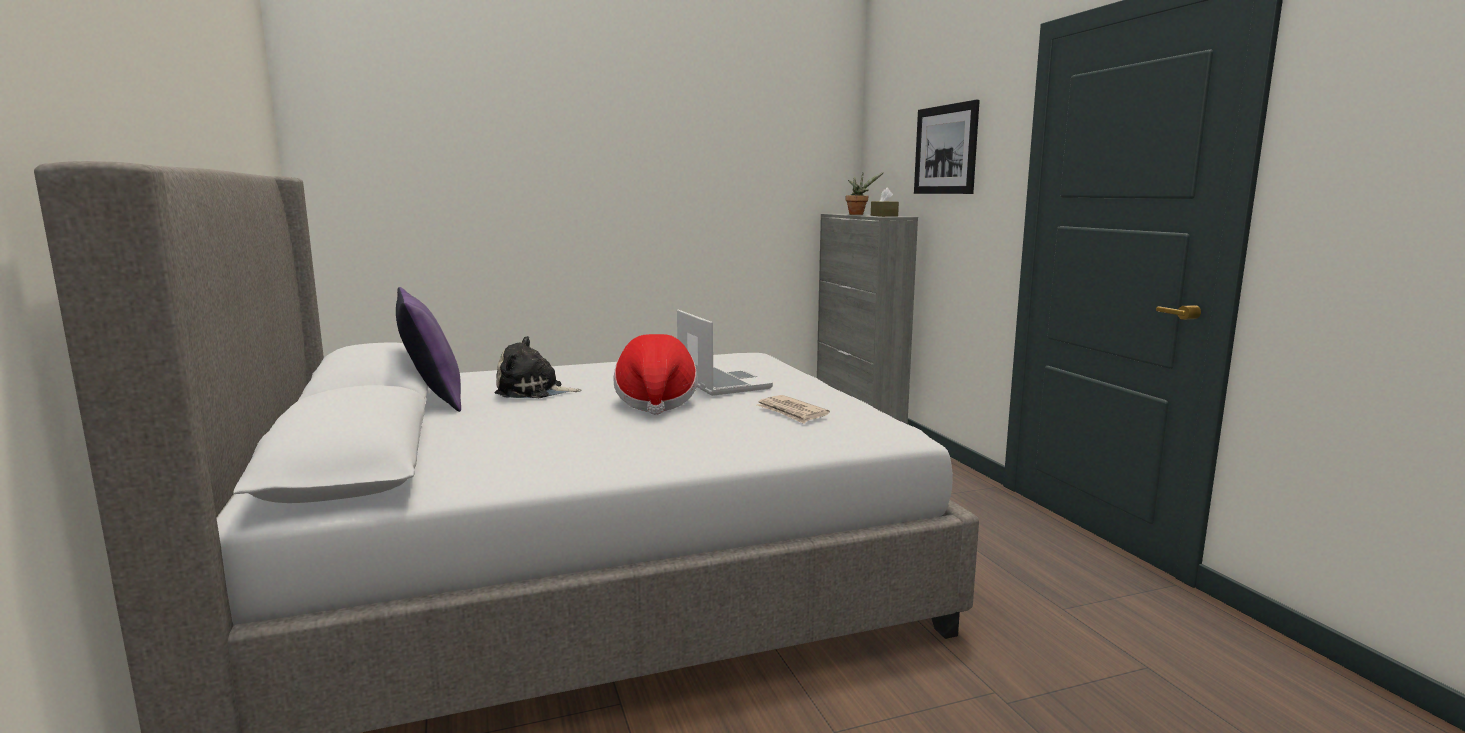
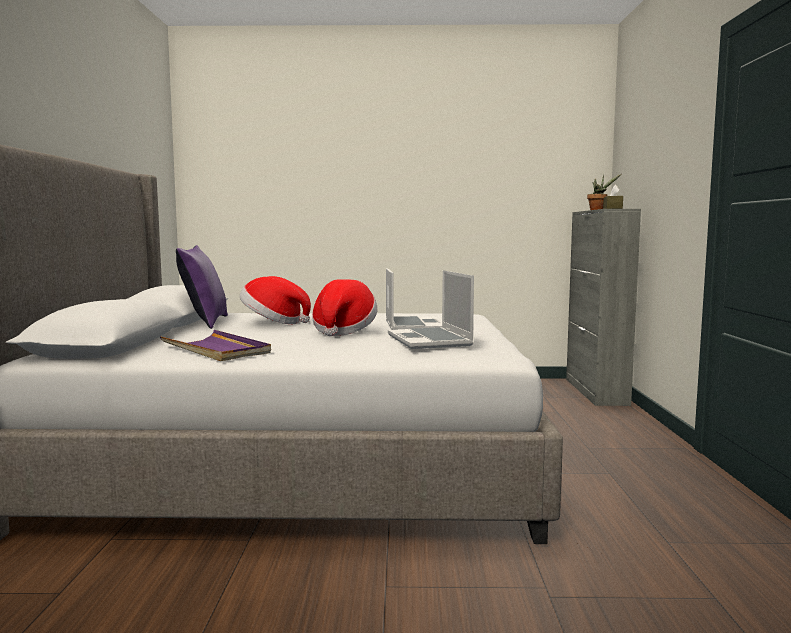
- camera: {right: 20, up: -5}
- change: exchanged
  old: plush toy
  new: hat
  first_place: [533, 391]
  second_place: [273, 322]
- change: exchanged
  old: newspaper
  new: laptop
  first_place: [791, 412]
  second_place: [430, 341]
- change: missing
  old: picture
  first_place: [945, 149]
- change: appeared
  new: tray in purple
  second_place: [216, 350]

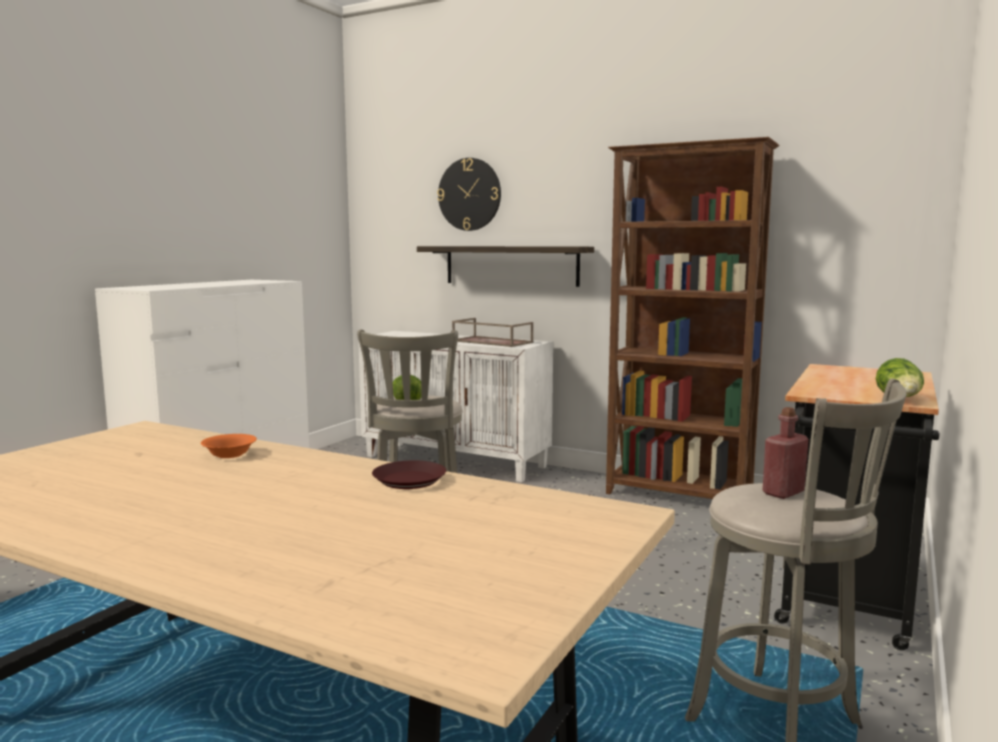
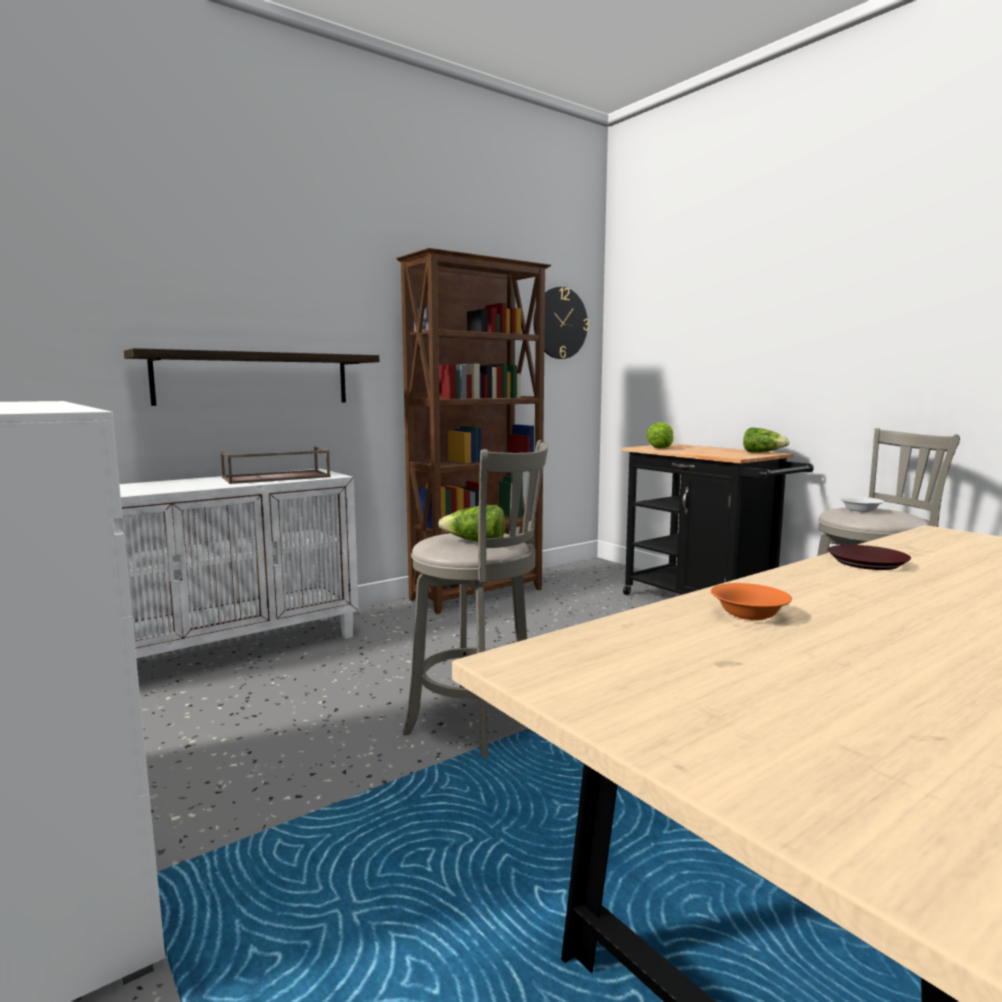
- camera: {right: -65, up: 0}
- change: relocated
  old: wall clock
  first_place: [469, 194]
  second_place: [560, 323]
- change: exchanged
  old: bottle in red
  new: bowl in white
  first_place: [783, 492]
  second_place: [860, 510]
- change: appeared
  new: lettuce
  second_place: [660, 448]

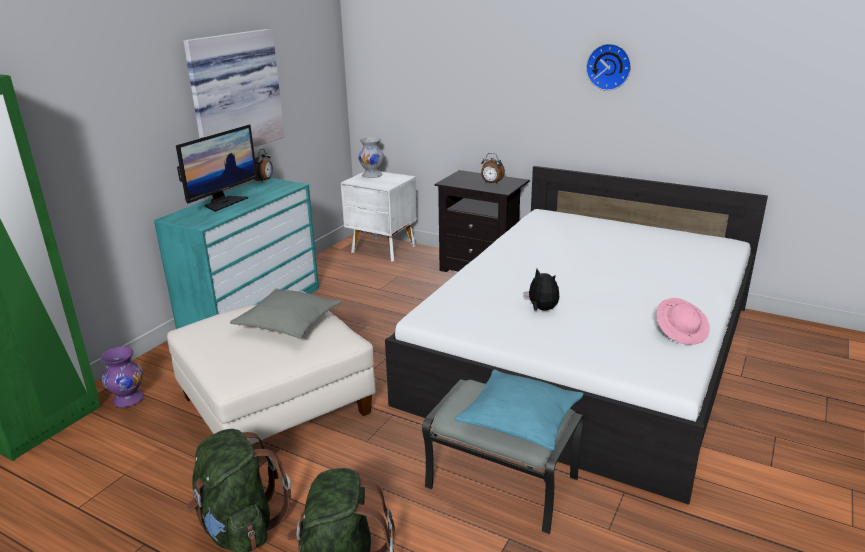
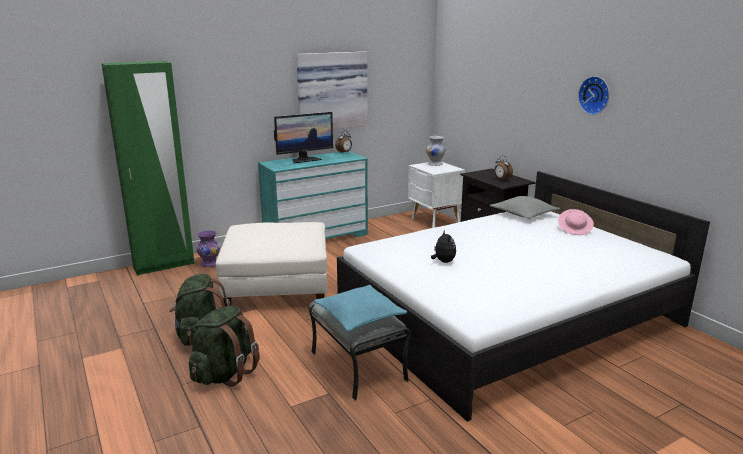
- camera: {right: 30, up: -5}
- change: relocated
  old: pillow in grey
  first_place: [288, 323]
  second_place: [524, 214]
- change: relocated
  old: hat in pink
  first_place: [681, 332]
  second_place: [575, 230]

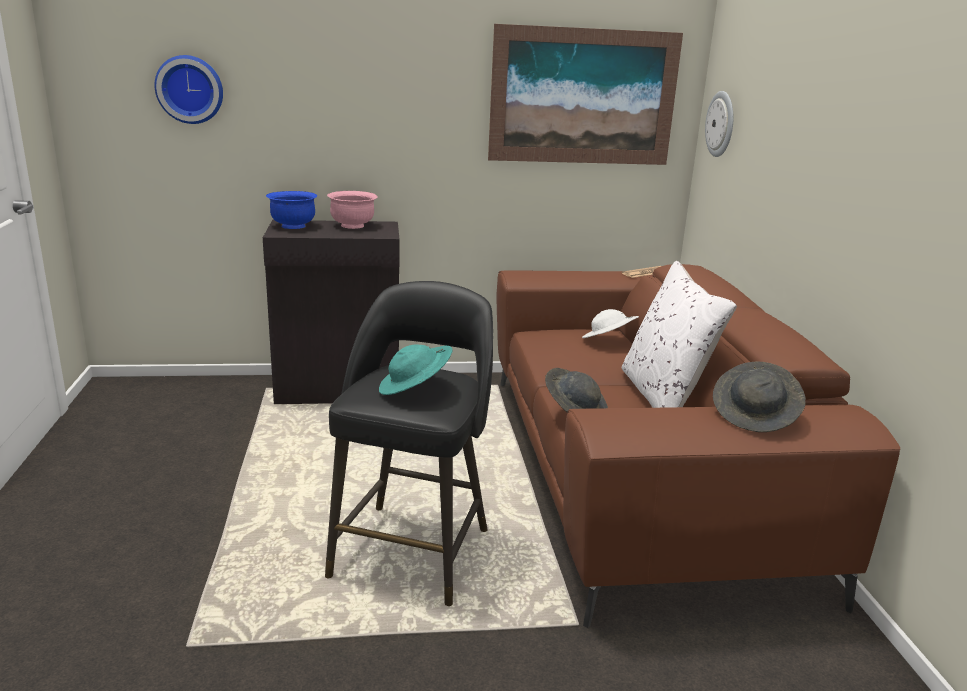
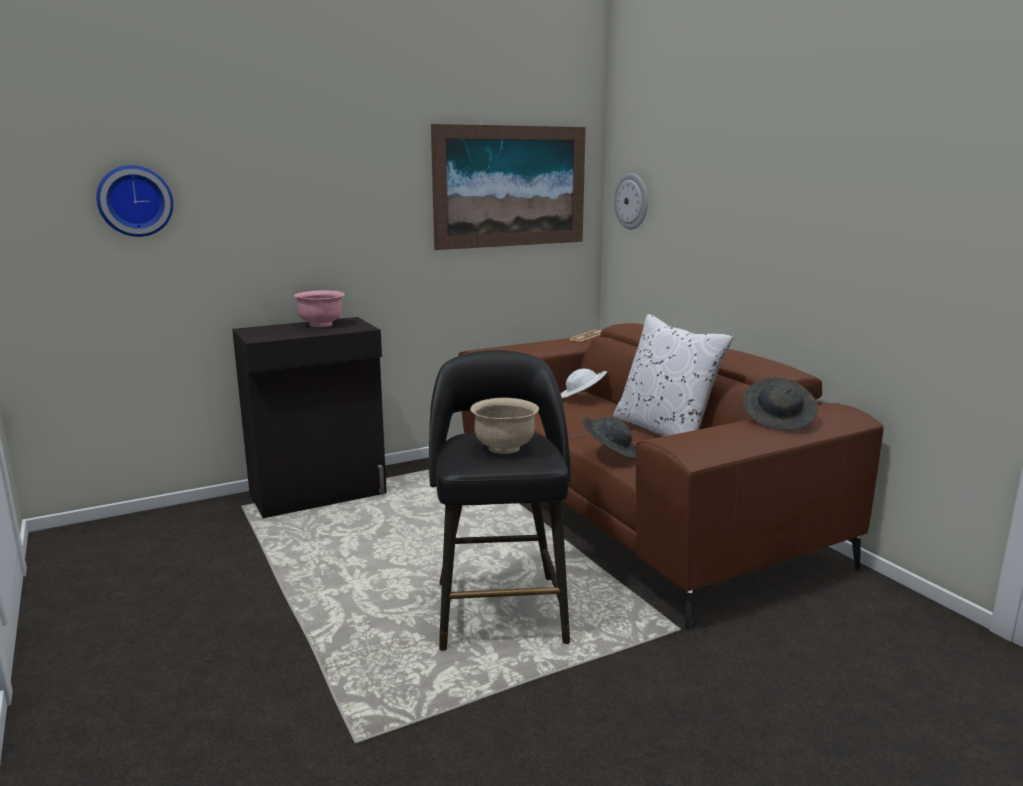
- camera: {right: -20, up: -5}
- change: missing
  old: bowl in blue
  first_place: [293, 226]
- change: exchanged
  old: hat in turquoise
  new: bowl in beige
  first_place: [415, 389]
  second_place: [504, 448]

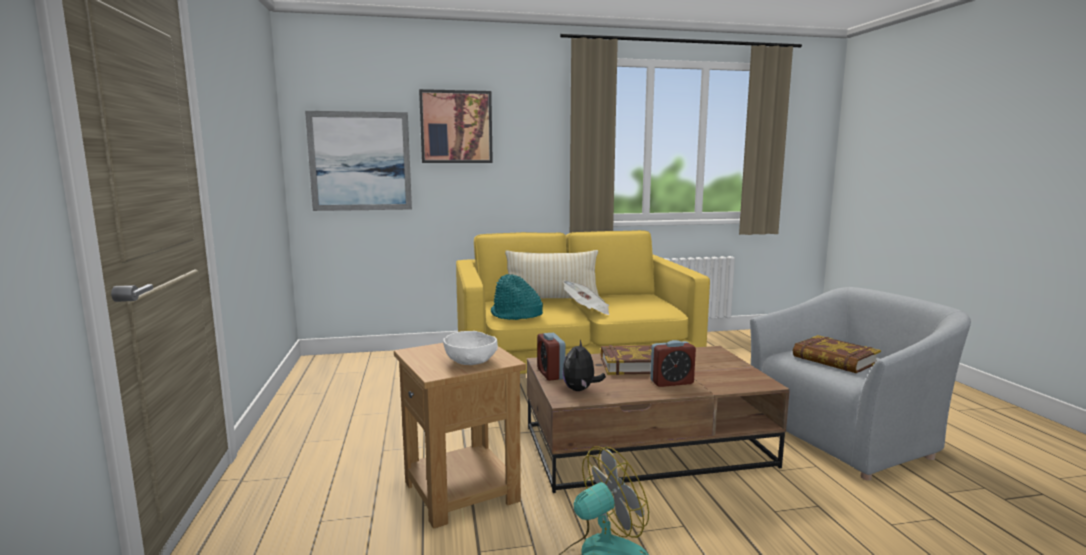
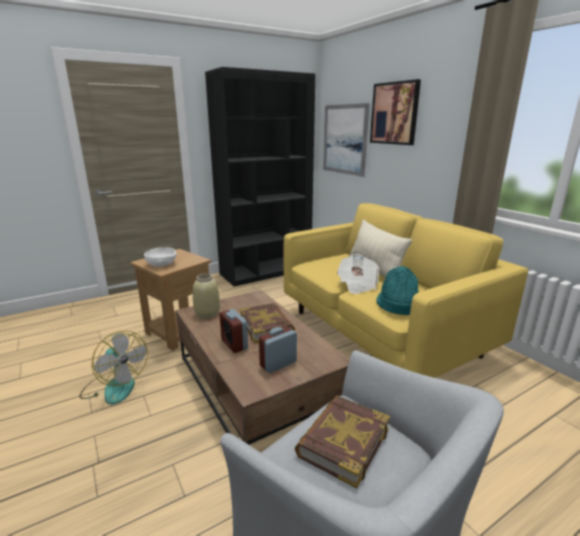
- camera: {right: 70, up: 10}
- change: relocated
  old: hat in turquoise
  first_place: [516, 315]
  second_place: [397, 305]
- change: relocated
  old: alarm clock
  first_place: [551, 374]
  second_place: [278, 364]
- change: exchanged
  old: plush toy
  new: vase in beige
  first_place: [580, 390]
  second_place: [207, 313]
- change: appeared
  new: bookcase in black
  second_place: [266, 272]

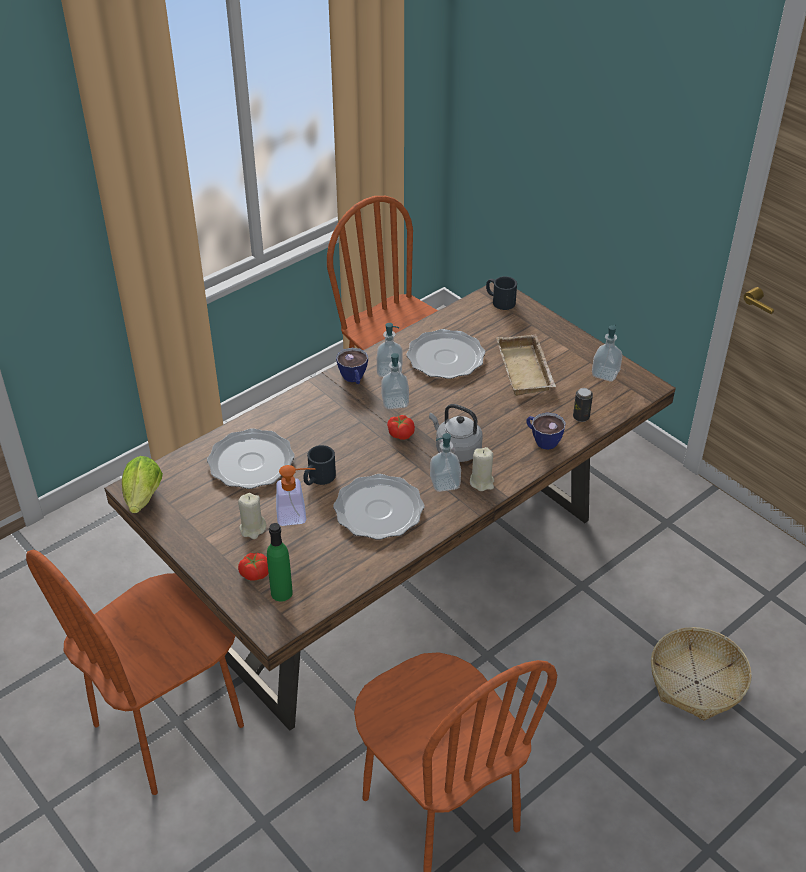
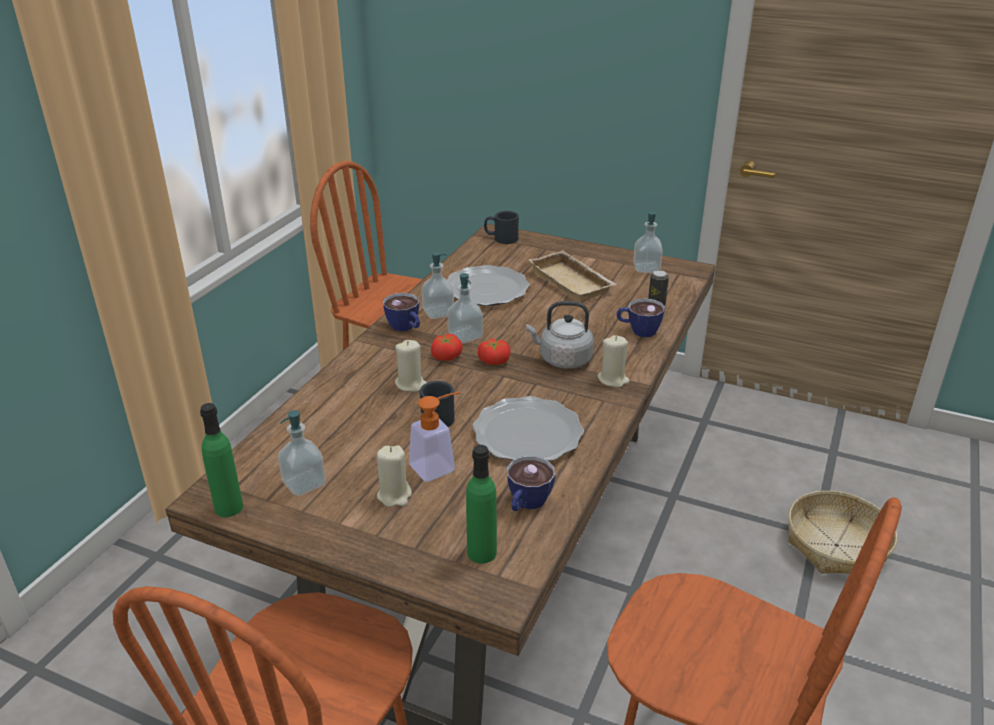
- camera: {right: -25, up: -10}
- change: exchanged
  old: lettuce
  new: bottle in green
  first_place: [142, 500]
  second_place: [229, 507]
- change: missing
  old: plate
  first_place: [251, 462]
- change: relocated
  old: tomato
  first_place: [255, 573]
  second_place: [446, 356]
- change: relocated
  old: soap dispenser
  first_place: [445, 483]
  second_place: [304, 484]
- change: appeared
  new: candle in beige
  second_place: [411, 384]
- change: appeared
  new: cup
  second_place: [526, 504]

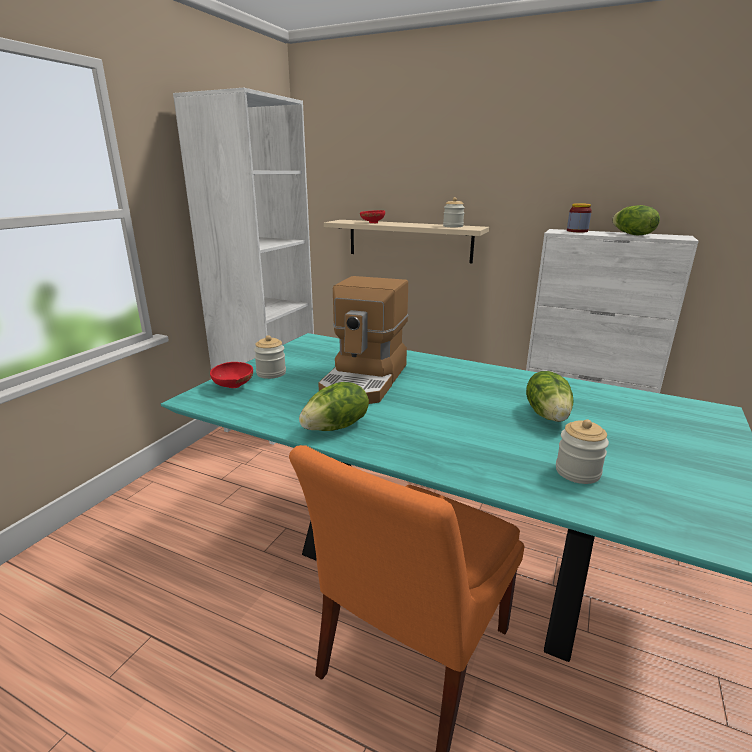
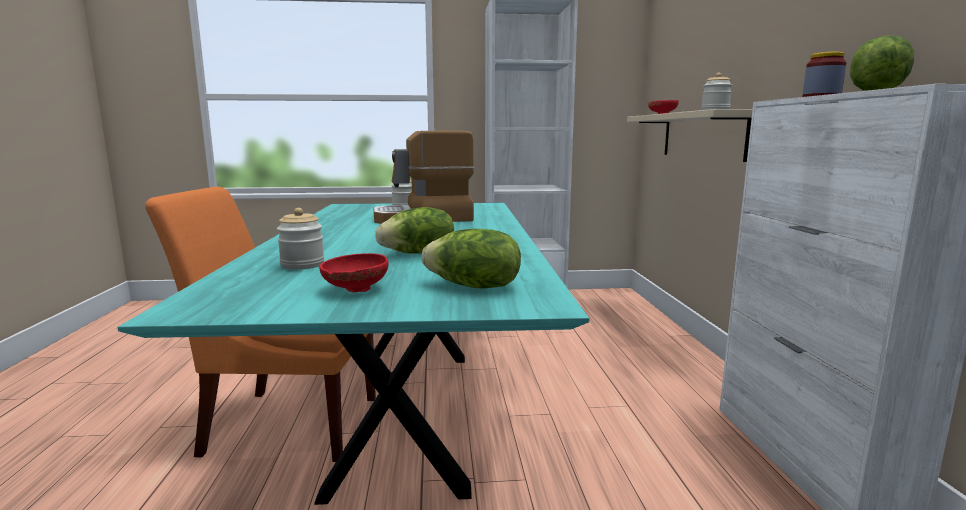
- camera: {right: 60, up: -10}
- change: relocated
  old: bowl in red
  first_place: [233, 386]
  second_place: [354, 289]
- change: relocated
  old: lettuce
  first_place: [336, 427]
  second_place: [473, 287]

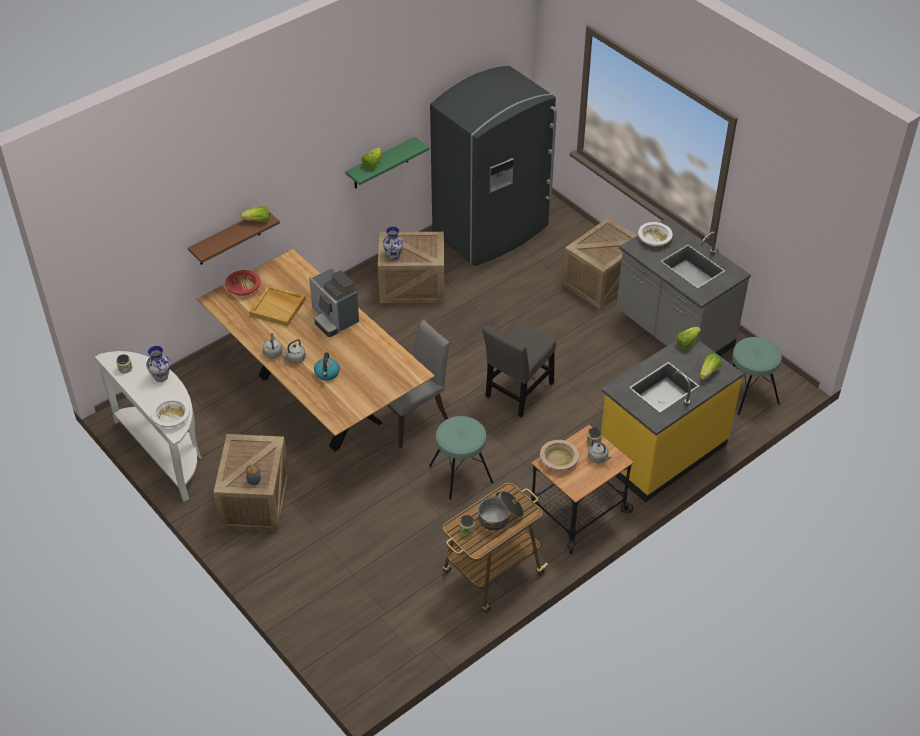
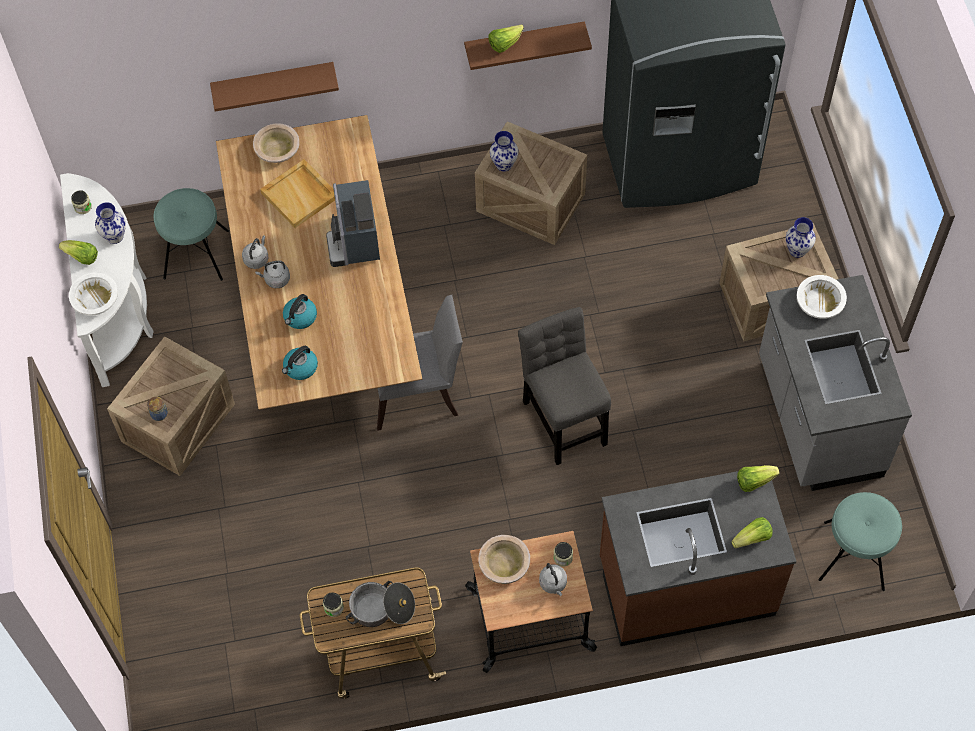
- camera: {right: 30, up: 15}
- change: colour
  old: bowl in red
  new: bowl in beige
  first_place: [243, 287]
  second_place: [277, 148]
- change: relocated
  old: lettuce
  first_place: [257, 221]
  second_place: [81, 257]
- change: colour
  old: shelf in green
  new: shelf in brown
  first_place: [381, 164]
  second_place: [524, 43]
- change: relocated
  old: stool in turquoise
  first_place: [460, 474]
  second_place: [196, 254]
- change: spun
  old: chair in grey
  first_place: [518, 392]
  second_place: [563, 417]
  degrees: 90
- change: colour
  old: counter in yellow
  new: counter in brown
  first_place: [661, 452]
  second_place: [686, 586]
- change: appeared
  new: kettle
  second_place: [300, 368]
- change: appeared
  new: vase
  second_place: [797, 251]

